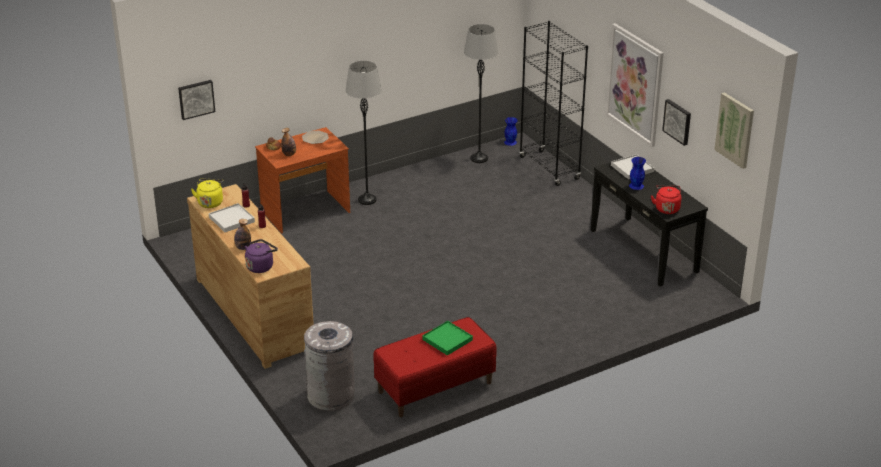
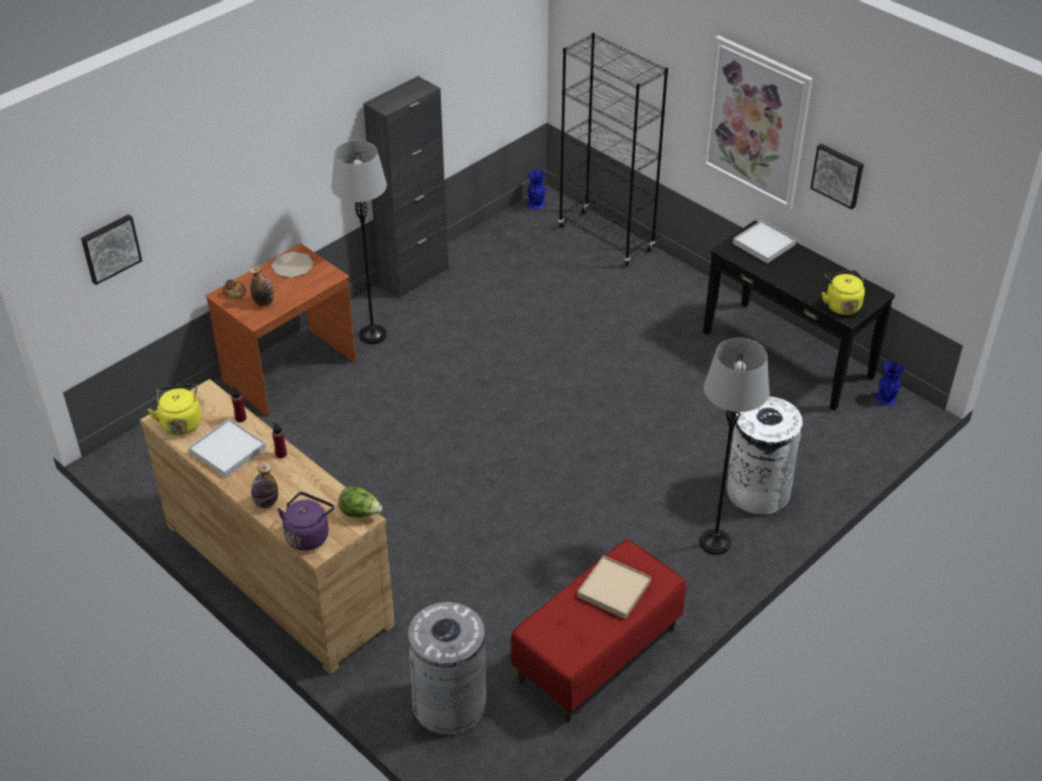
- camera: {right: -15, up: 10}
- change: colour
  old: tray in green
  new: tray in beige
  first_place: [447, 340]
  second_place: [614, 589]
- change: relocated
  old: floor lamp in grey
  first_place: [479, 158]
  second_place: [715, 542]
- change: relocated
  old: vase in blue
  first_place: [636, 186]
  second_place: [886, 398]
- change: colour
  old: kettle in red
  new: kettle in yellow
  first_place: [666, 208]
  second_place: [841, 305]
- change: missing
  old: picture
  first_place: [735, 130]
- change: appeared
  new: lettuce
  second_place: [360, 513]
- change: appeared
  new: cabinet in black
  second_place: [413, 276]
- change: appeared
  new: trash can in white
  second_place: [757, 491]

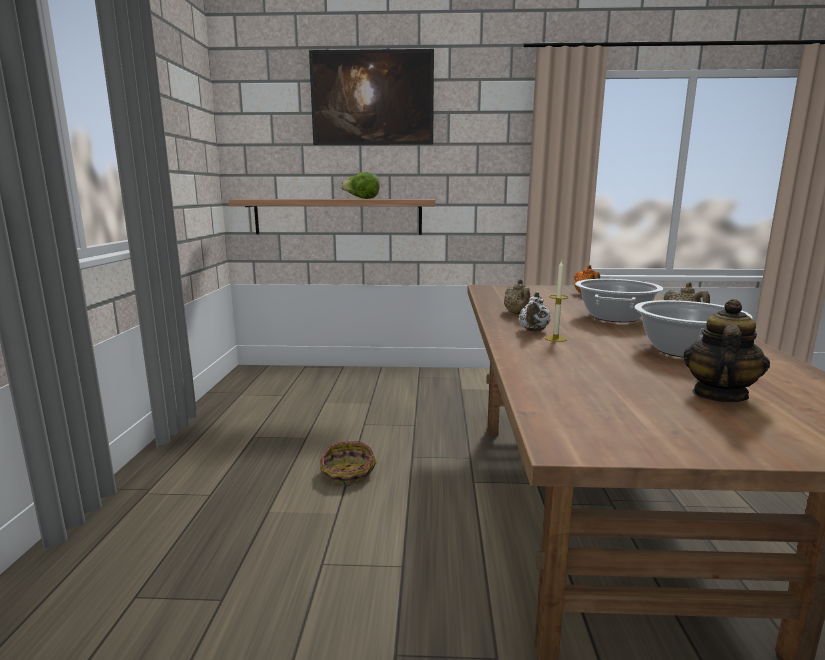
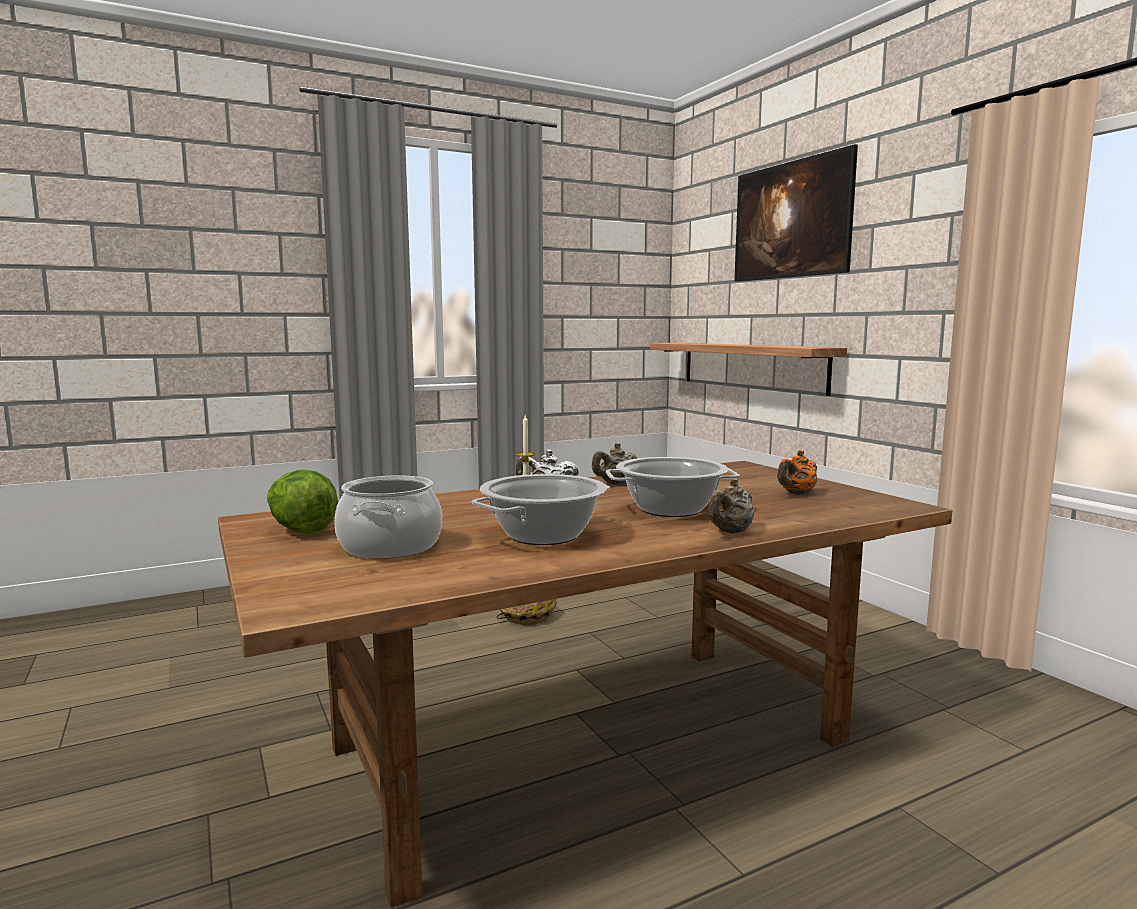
- camera: {right: 60, up: -5}
- change: relocated
  old: lettuce
  first_place: [362, 199]
  second_place: [301, 530]
- change: exchanged
  old: teapot
  new: cooking pot
  first_place: [718, 395]
  second_place: [389, 546]

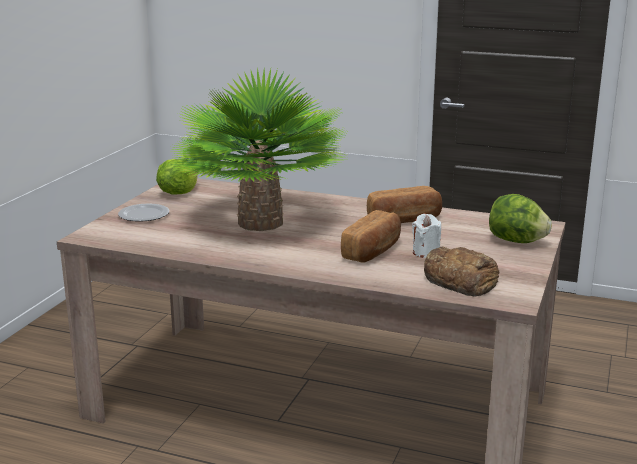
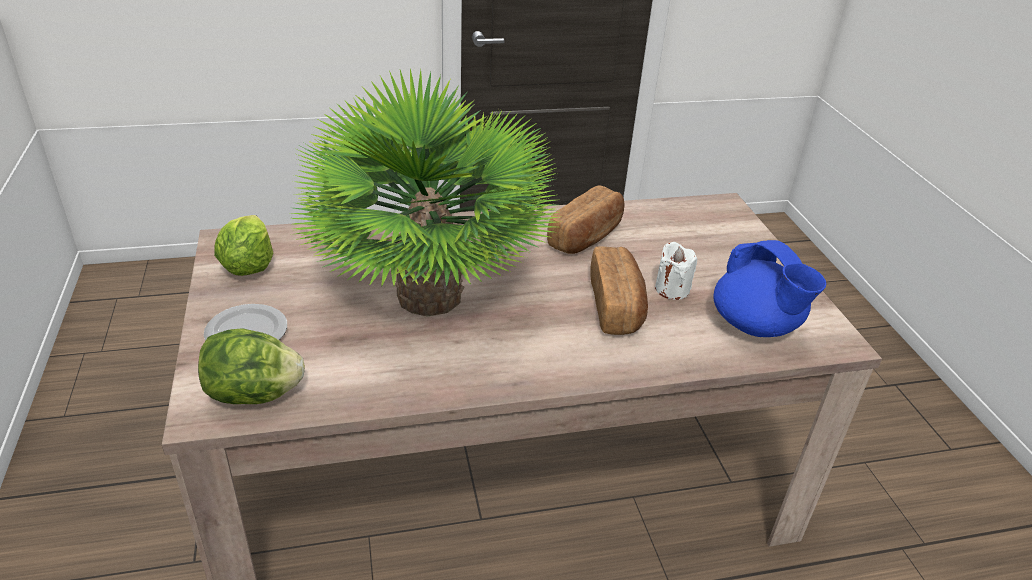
- camera: {right: -35, up: 15}
- change: exchanged
  old: bread
  new: teapot in blue
  first_place: [460, 280]
  second_place: [756, 325]
- change: relocated
  old: lettuce
  first_place: [516, 241]
  second_place: [254, 395]

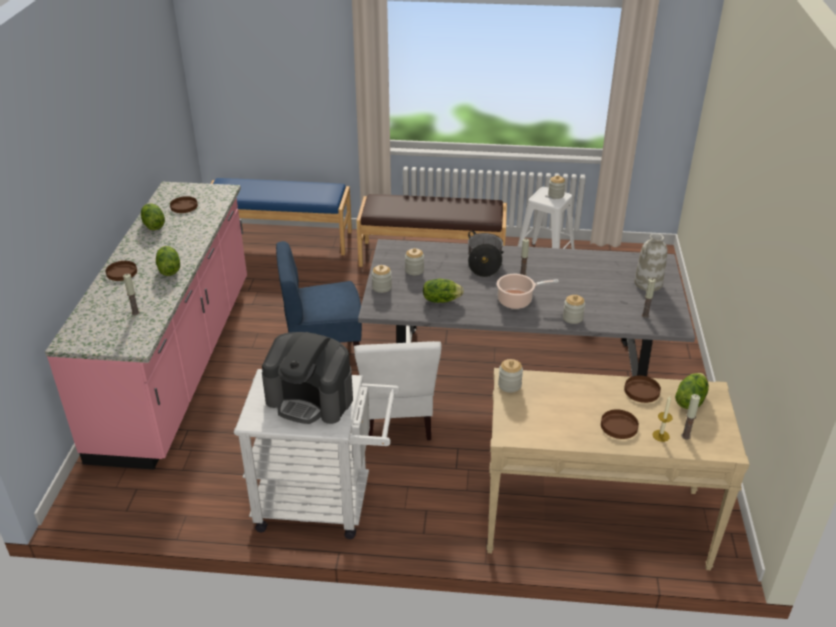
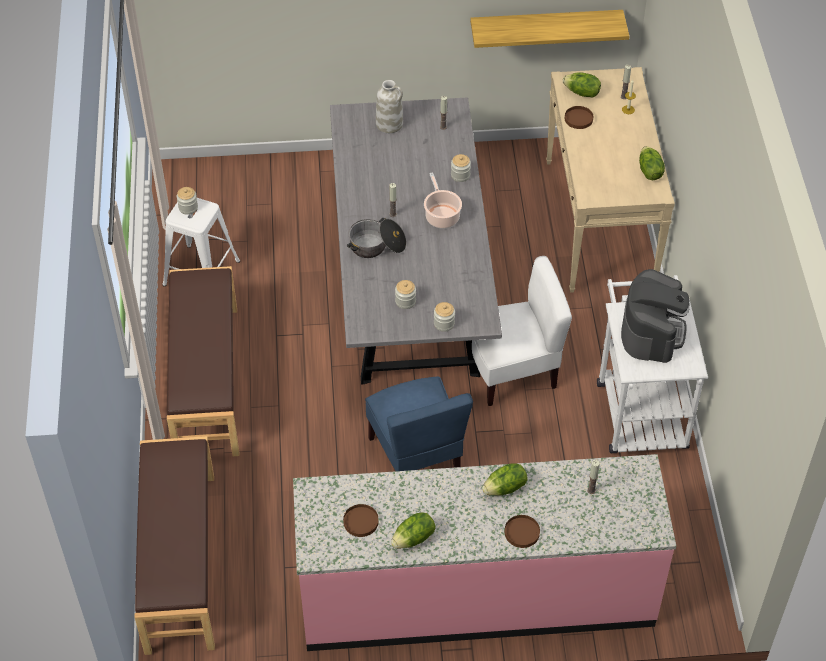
- camera: {right: -100, up: 15}
- change: colour
  old: bench in blue
  new: bench in brown
  first_place: [280, 239]
  second_place: [179, 562]
- change: relocated
  old: lettuce
  first_place: [441, 300]
  second_place: [649, 171]
- change: missing
  old: jar
  first_place: [509, 385]
- change: missing
  old: plate in brown
  first_place: [618, 426]
- change: appeared
  new: shelf
  second_place: [545, 26]

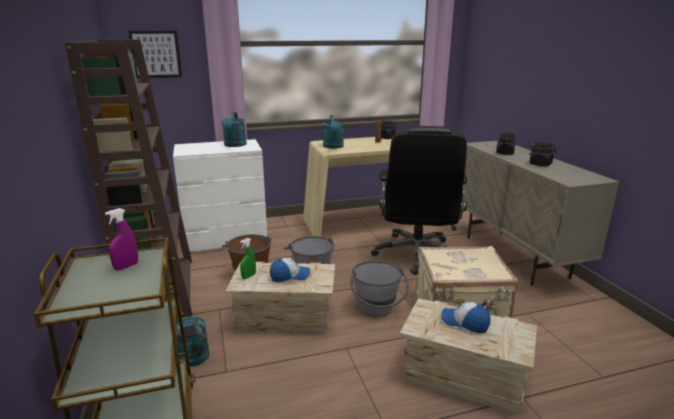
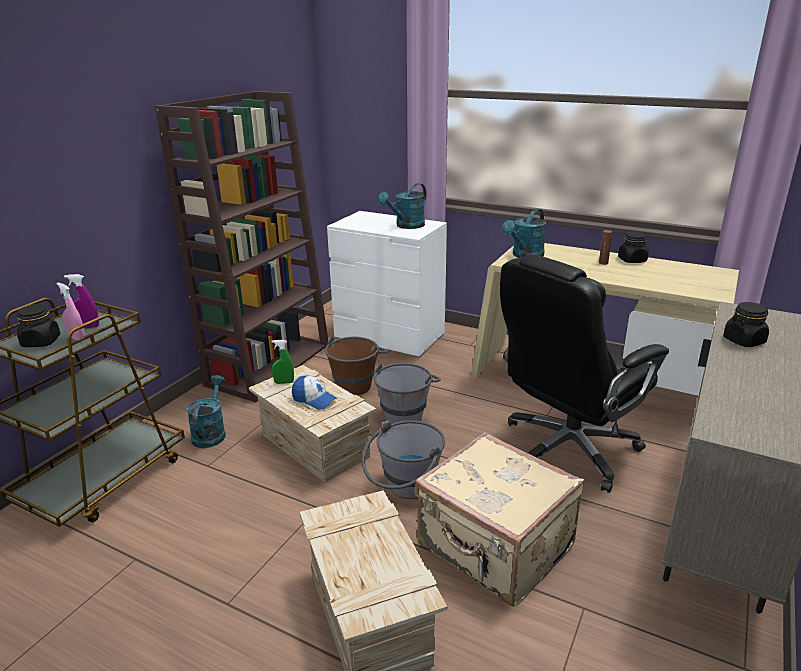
- camera: {right: 45, up: 5}
- change: missing
  old: picture
  first_place: [156, 54]
- change: missing
  old: cap
  first_place: [465, 322]
- change: relocated
  old: jar in black
  first_place: [540, 164]
  second_place: [41, 342]
- change: appeared
  new: spray bottle in pink
  second_place: [77, 338]

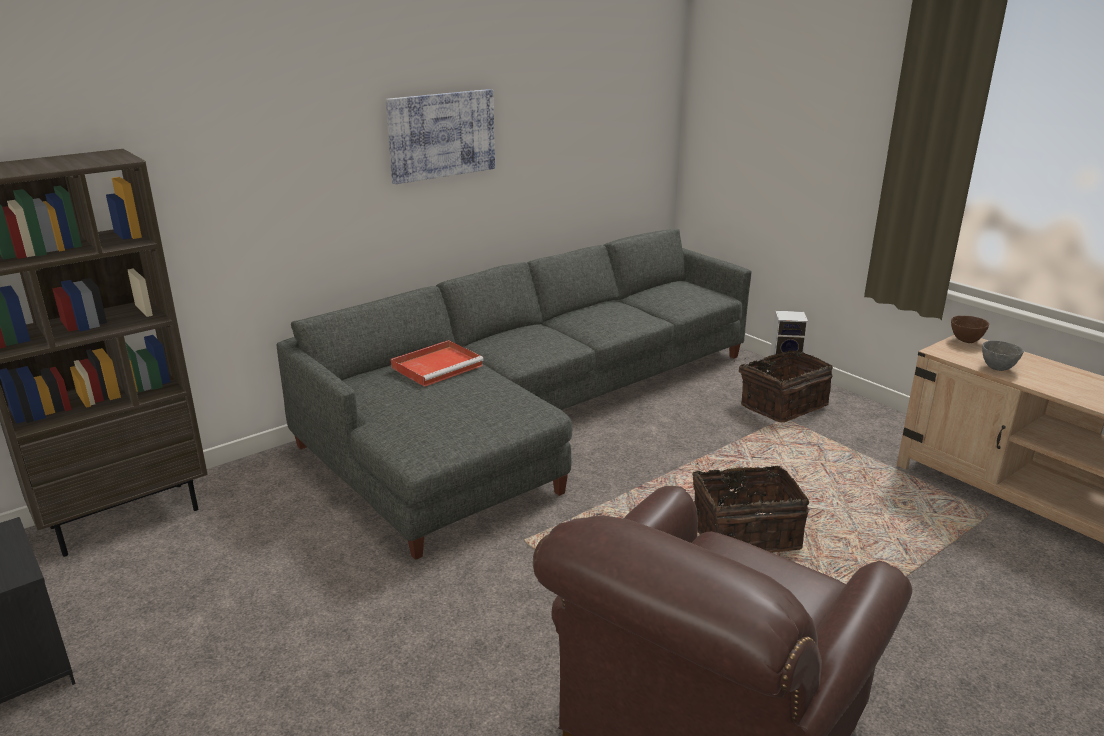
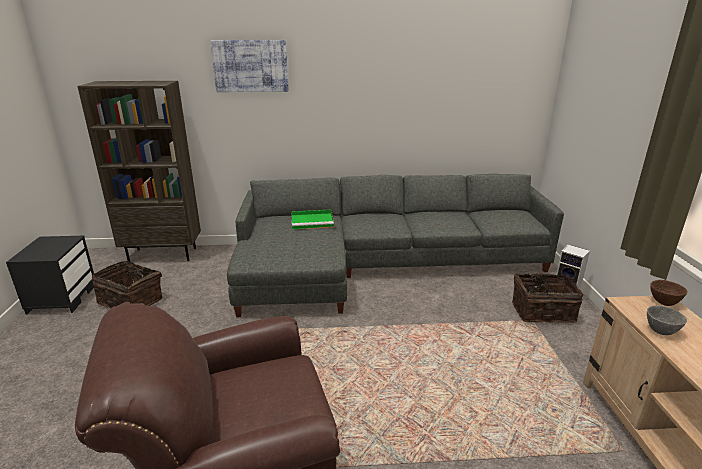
- camera: {right: 35, up: 0}
- change: relocated
  old: picture
  first_place: [441, 135]
  second_place: [250, 66]
- change: colour
  old: tray in red
  new: tray in green
  first_place: [438, 366]
  second_place: [313, 221]
- change: relocated
  old: basket
  first_place: [744, 533]
  second_place: [132, 300]

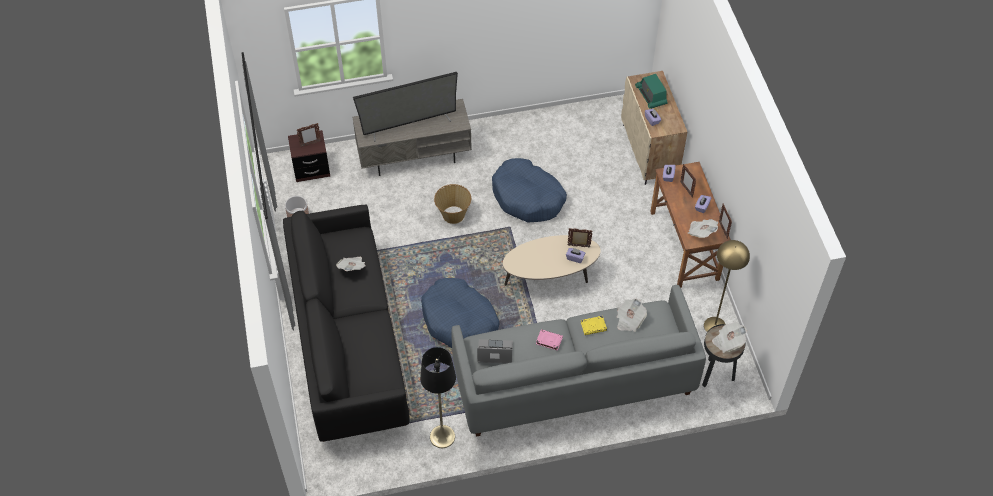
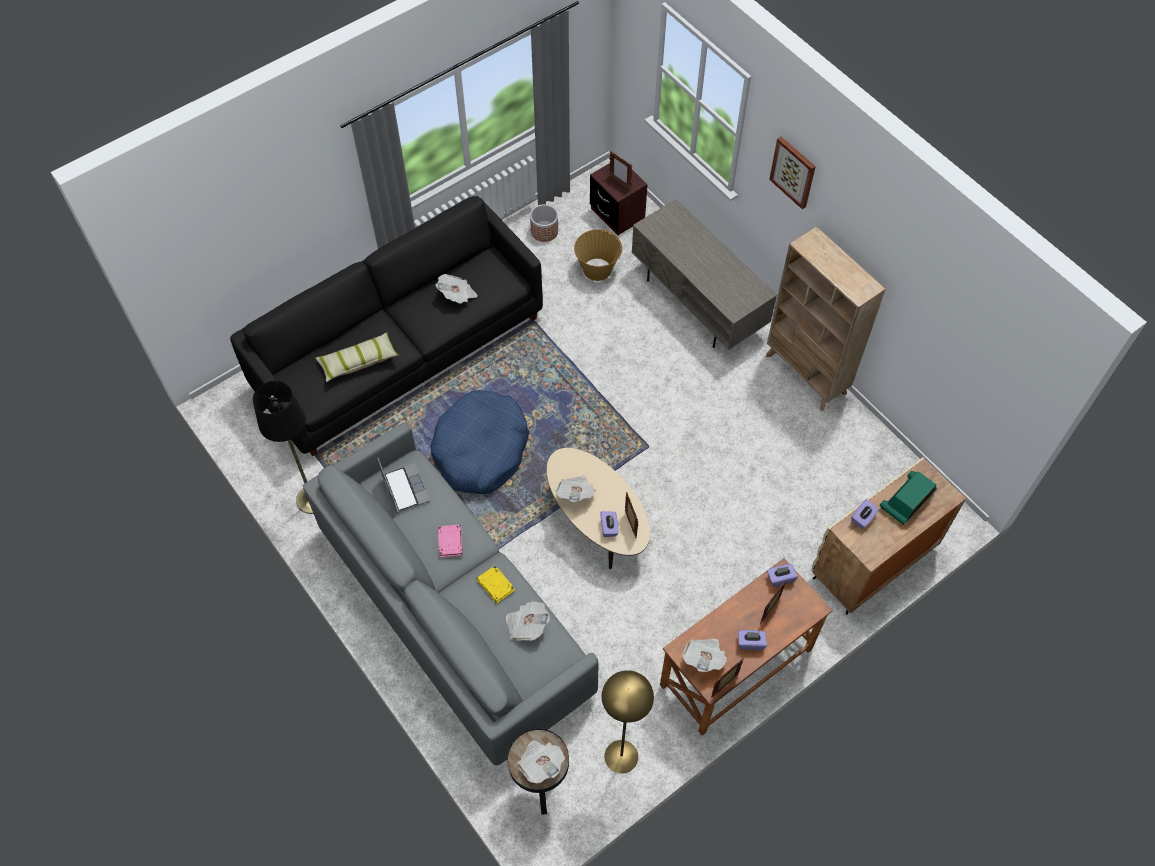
- camera: {right: 65, up: 5}
- change: missing
  old: television
  first_place: [409, 124]
- change: relocated
  old: basket
  first_place: [453, 214]
  second_place: [597, 269]
- change: missing
  old: dog bed in blue
  first_place: [528, 197]
- change: appeared
  new: pillow
  second_place: [358, 361]
- change: appeared
  new: newspaper
  second_place: [576, 493]
- change: appeared
  new: bookcase in beige
  second_place: [806, 374]
- change: appeared
  new: picture
  second_place: [793, 172]

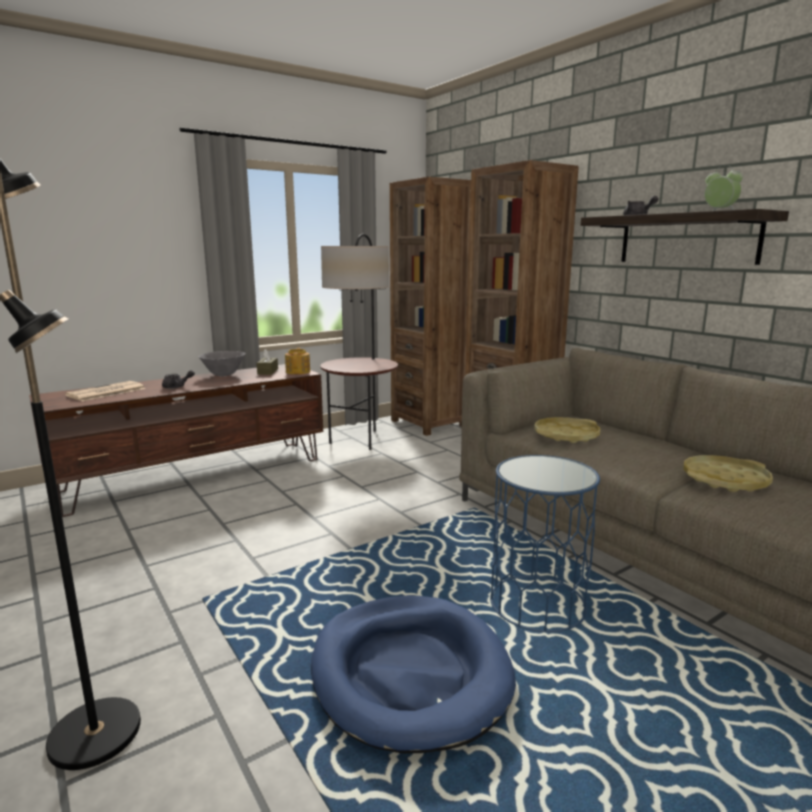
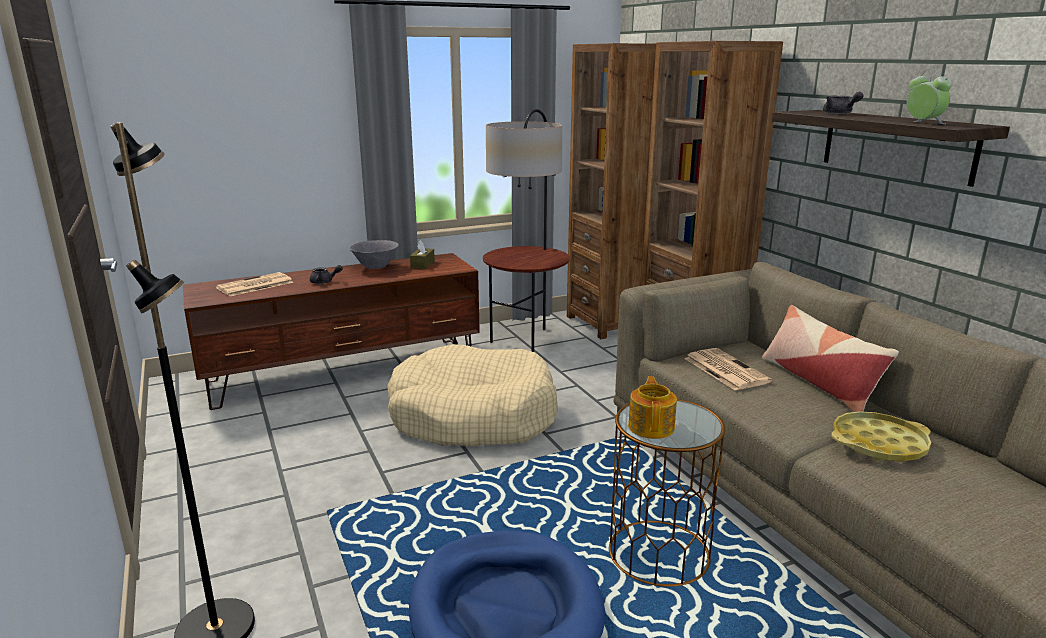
- camera: {right: 10, up: 5}
- change: relocated
  old: teapot
  first_place: [298, 371]
  second_place: [651, 427]
- change: colour
  old: side table in blue
  new: side table in brown
  first_place: [538, 603]
  second_place: [659, 553]
- change: exchanged
  old: tray in yellow
  new: newspaper
  first_place: [566, 435]
  second_place: [724, 369]
- change: appeared
  new: dog bed in beige
  second_place: [473, 416]
- change: appeared
  new: pillow
  second_place: [818, 383]

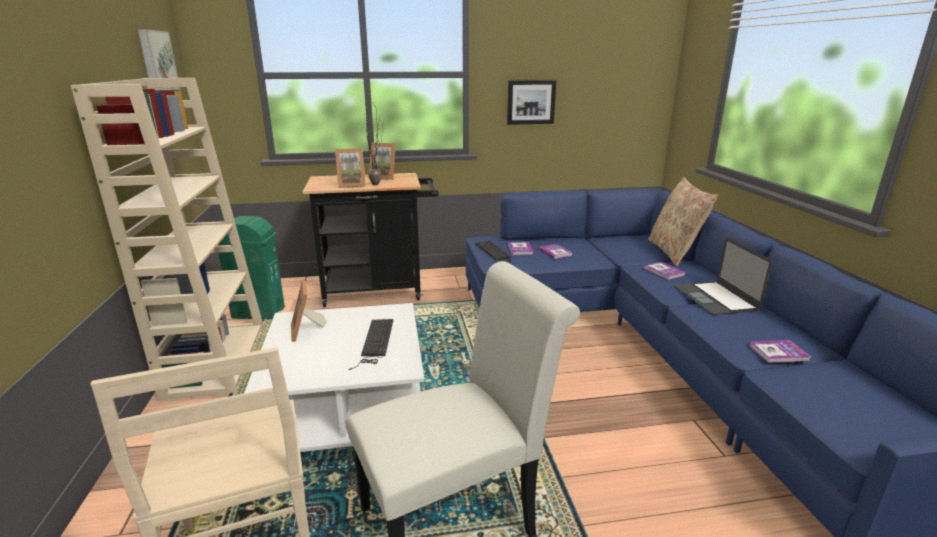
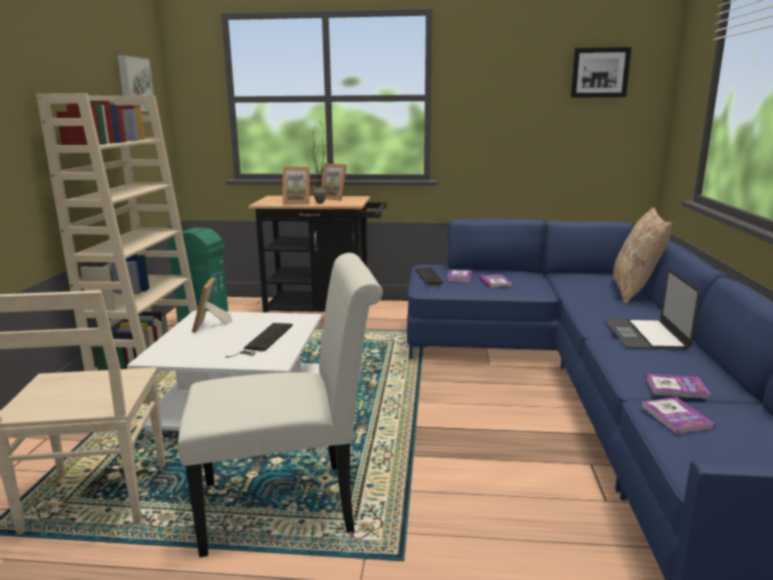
- camera: {right: 15, up: -5}
- change: relocated
  old: picture
  first_place: [531, 102]
  second_place: [599, 72]
- change: relocated
  old: book
  first_place: [664, 272]
  second_place: [676, 417]

